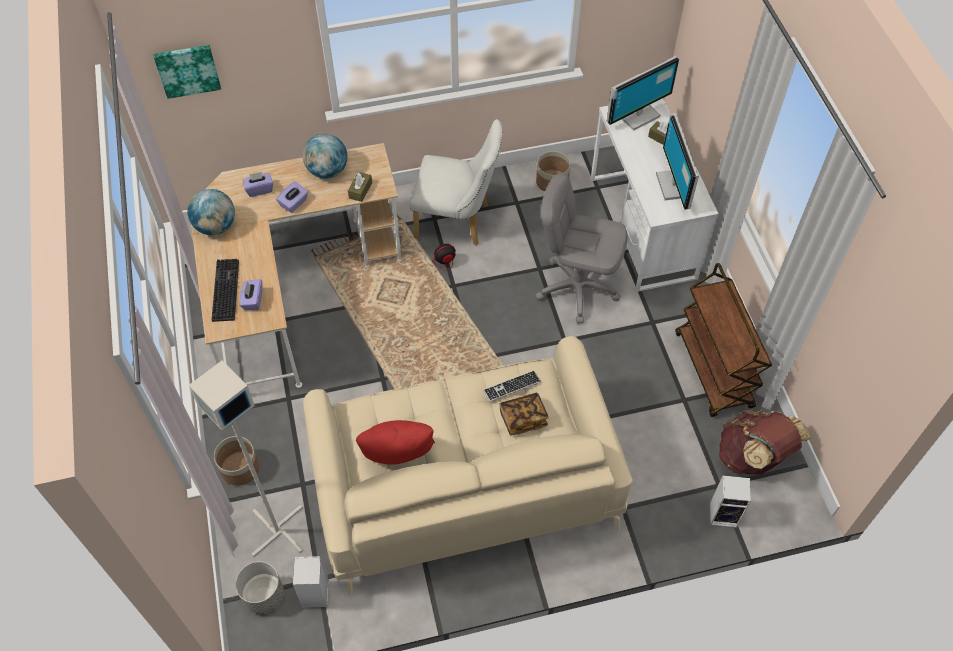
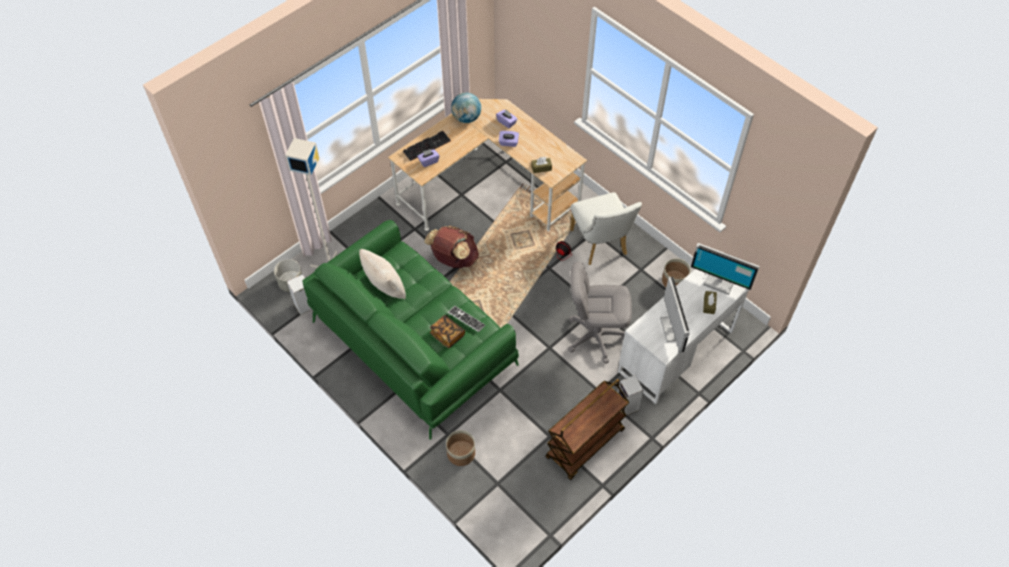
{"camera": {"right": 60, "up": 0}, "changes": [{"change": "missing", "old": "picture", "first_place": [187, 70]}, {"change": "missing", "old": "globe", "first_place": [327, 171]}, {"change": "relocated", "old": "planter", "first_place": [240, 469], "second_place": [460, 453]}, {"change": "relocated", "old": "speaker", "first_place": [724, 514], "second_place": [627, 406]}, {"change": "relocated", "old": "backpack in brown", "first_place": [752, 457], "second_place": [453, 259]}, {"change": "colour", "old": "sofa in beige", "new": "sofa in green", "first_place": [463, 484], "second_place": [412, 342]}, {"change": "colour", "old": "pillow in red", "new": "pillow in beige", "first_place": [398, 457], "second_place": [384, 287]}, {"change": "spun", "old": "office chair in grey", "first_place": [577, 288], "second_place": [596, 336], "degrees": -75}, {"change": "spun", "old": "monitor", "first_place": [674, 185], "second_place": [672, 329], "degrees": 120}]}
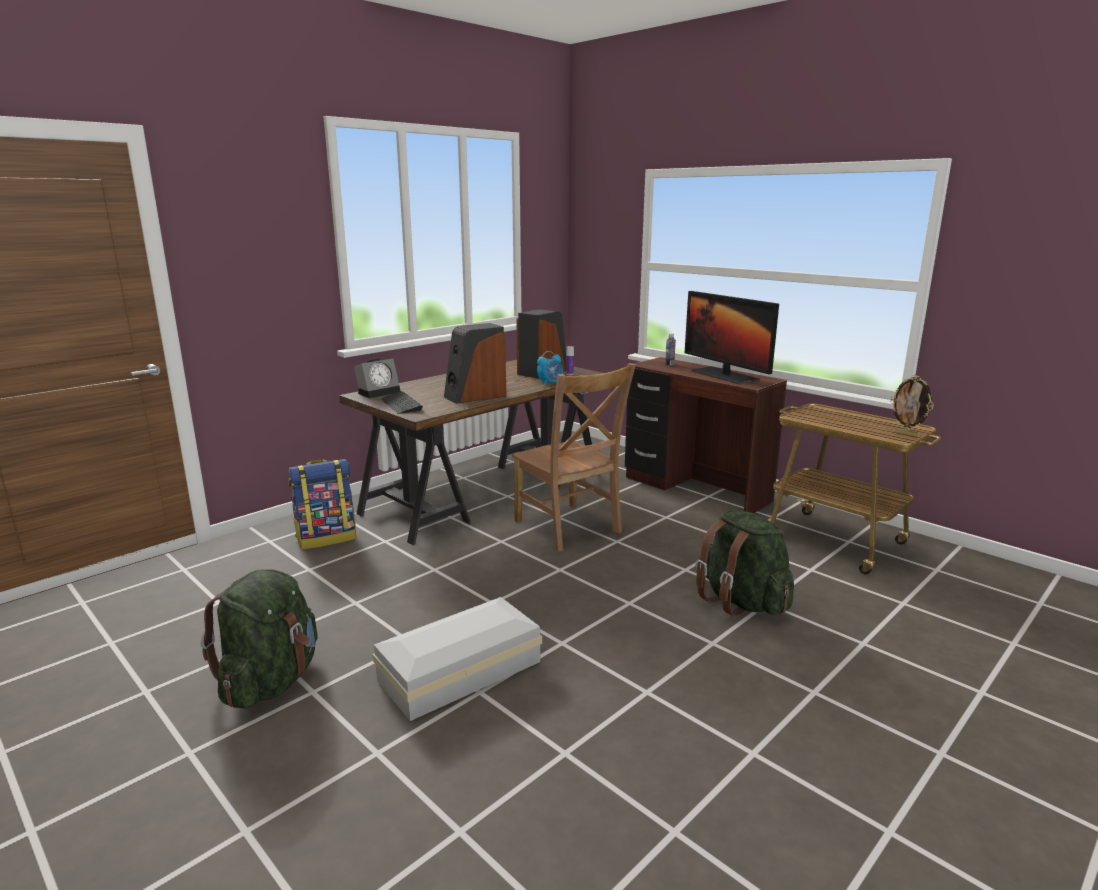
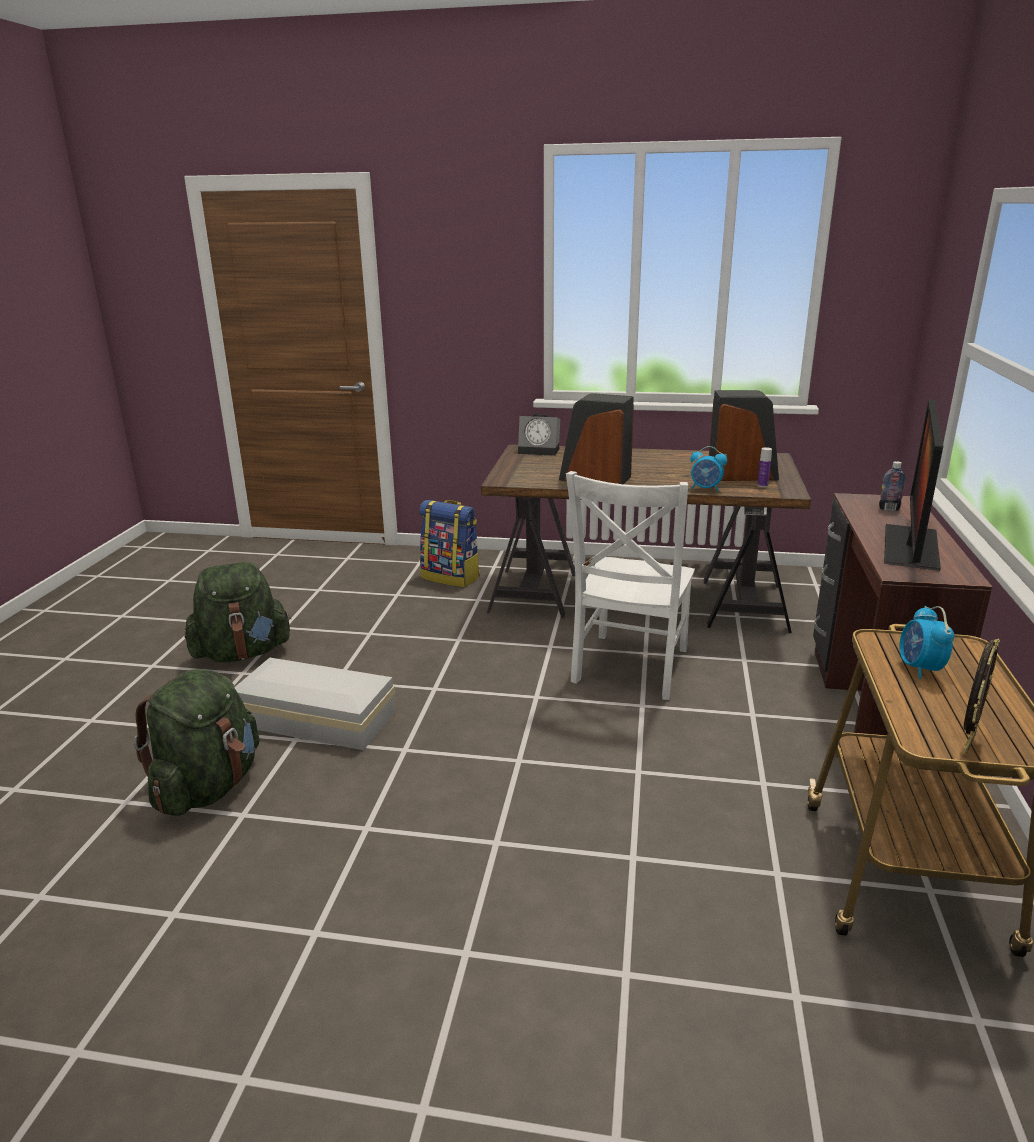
{"camera": {"right": 55, "up": 5}, "changes": [{"change": "missing", "old": "keyboard", "first_place": [401, 404]}, {"change": "appeared", "new": "alarm clock", "second_place": [919, 668]}, {"change": "relocated", "old": "backpack in green", "first_place": [741, 602], "second_place": [208, 787]}, {"change": "colour", "old": "chair in brown", "new": "chair in white", "first_place": [569, 528], "second_place": [629, 668]}, {"change": "spun", "old": "picture frame", "first_place": [906, 434], "second_place": [967, 743], "degrees": -150}]}
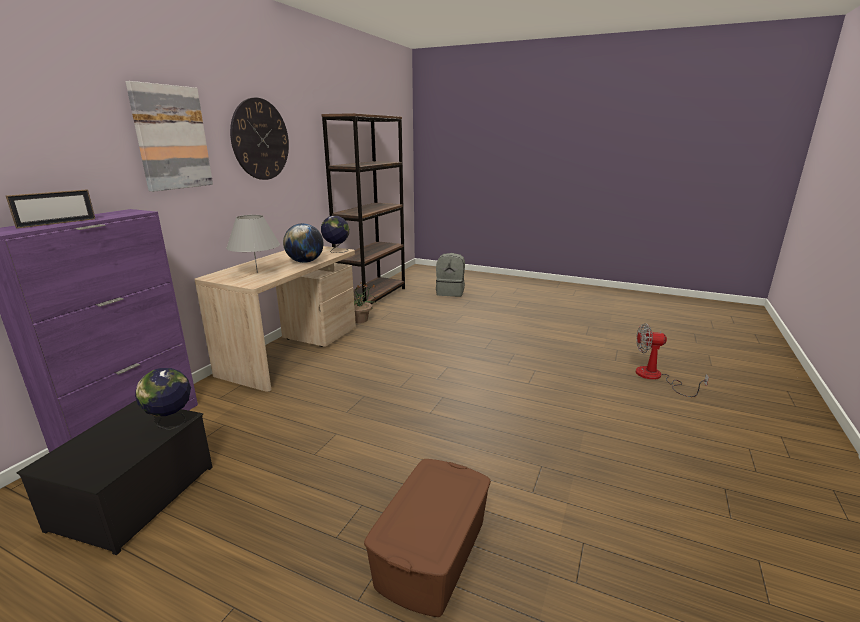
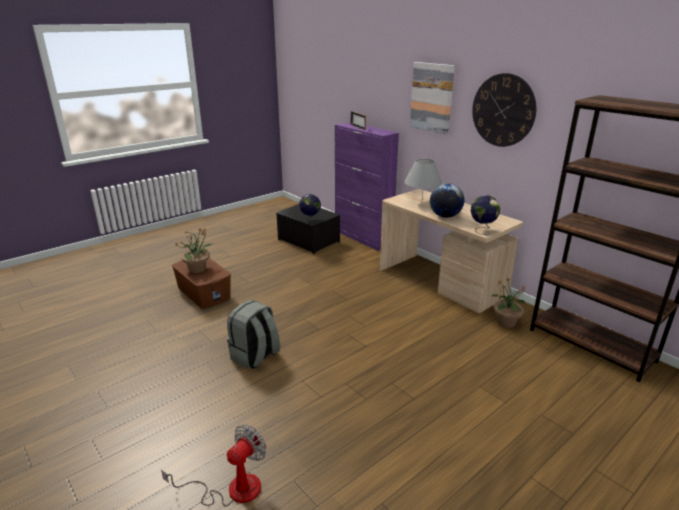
{"camera": {"right": 115, "up": 5}, "changes": [{"change": "appeared", "new": "potted plant", "second_place": [198, 269]}, {"change": "relocated", "old": "backpack in grey", "first_place": [450, 292], "second_place": [255, 356]}]}
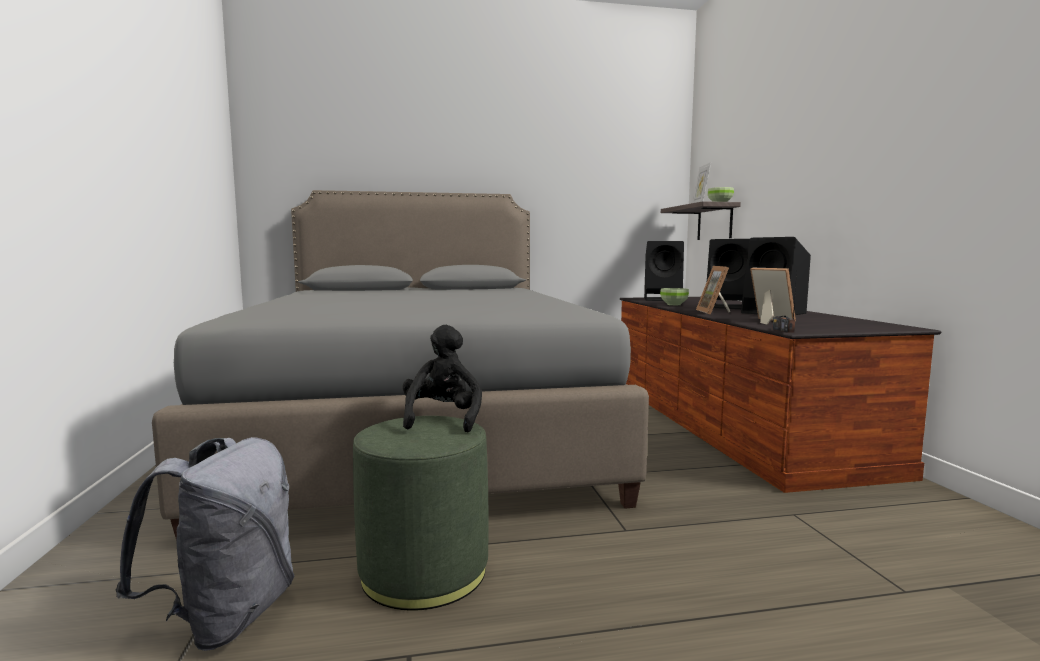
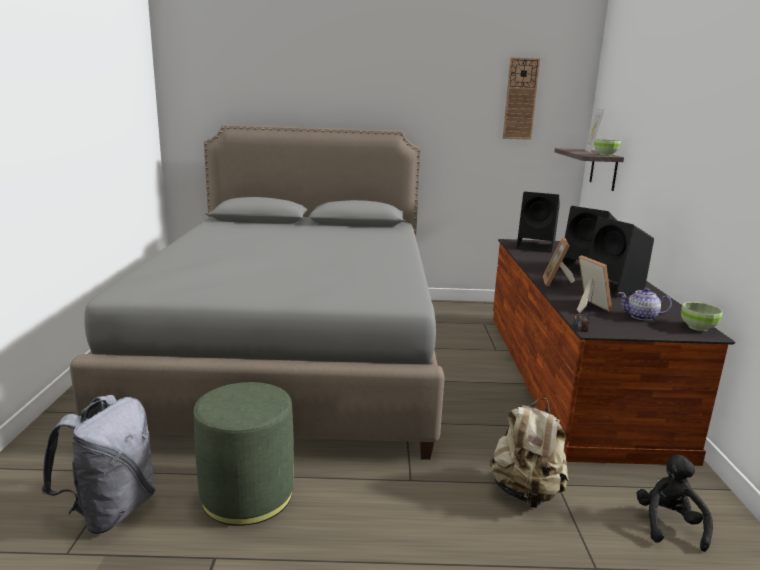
{"camera": {"right": 10, "up": 10}, "changes": [{"change": "appeared", "new": "backpack in beige", "second_place": [526, 492]}, {"change": "appeared", "new": "wall clock", "second_place": [520, 99]}, {"change": "appeared", "new": "teapot", "second_place": [642, 317]}, {"change": "relocated", "old": "plush toy in black", "first_place": [442, 419], "second_place": [669, 524]}, {"change": "relocated", "old": "bowl in green", "first_place": [674, 304], "second_place": [698, 327]}]}
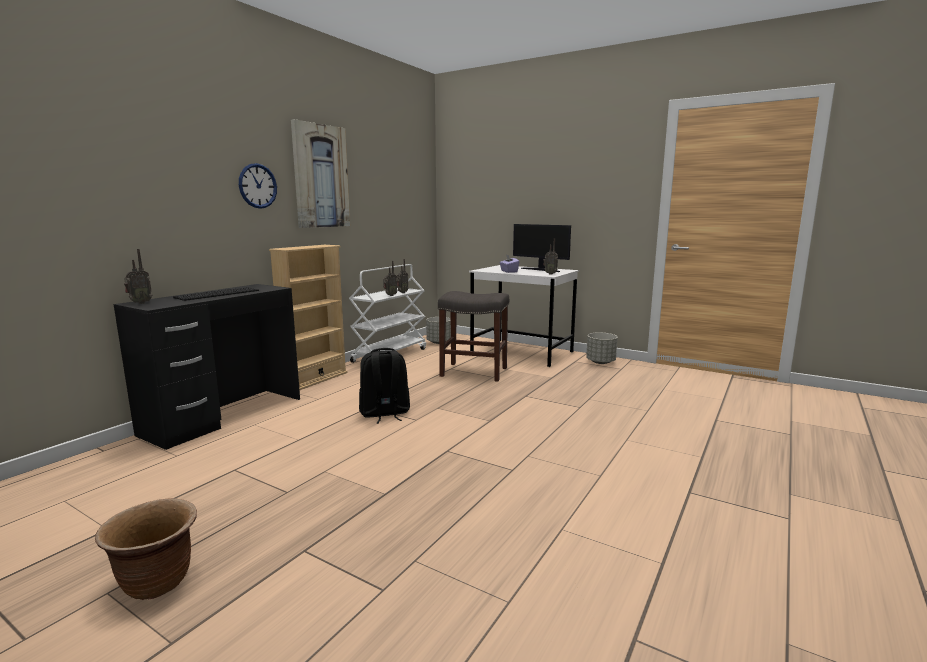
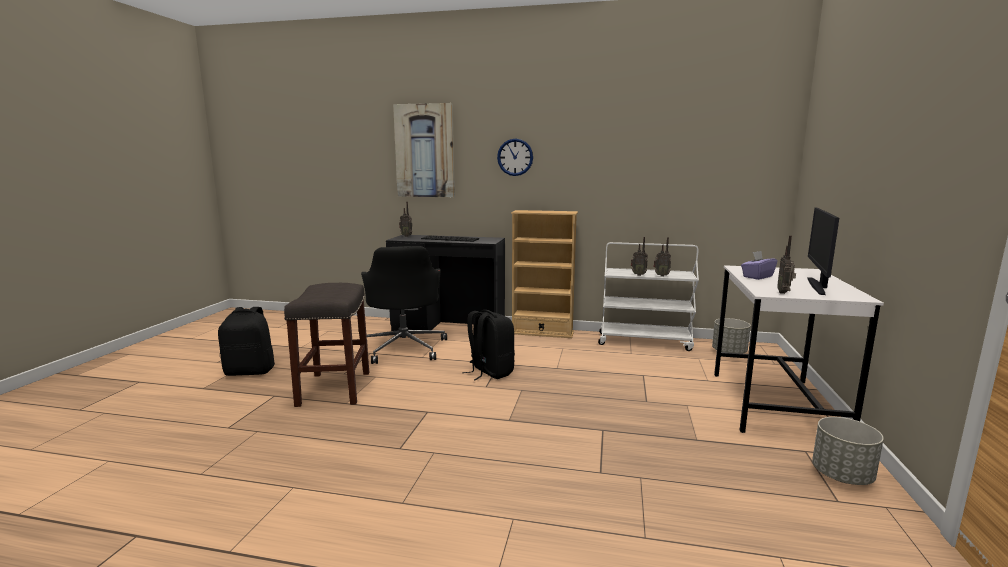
{"camera": {"right": 70, "up": 0}, "changes": [{"change": "appeared", "new": "office chair in black", "second_place": [405, 348]}, {"change": "relocated", "old": "picture", "first_place": [320, 176], "second_place": [425, 151]}, {"change": "relocated", "old": "stool in grey", "first_place": [473, 372], "second_place": [334, 388]}, {"change": "exchanged", "old": "planter in brown", "new": "backpack in black", "first_place": [158, 583], "second_place": [250, 371]}]}
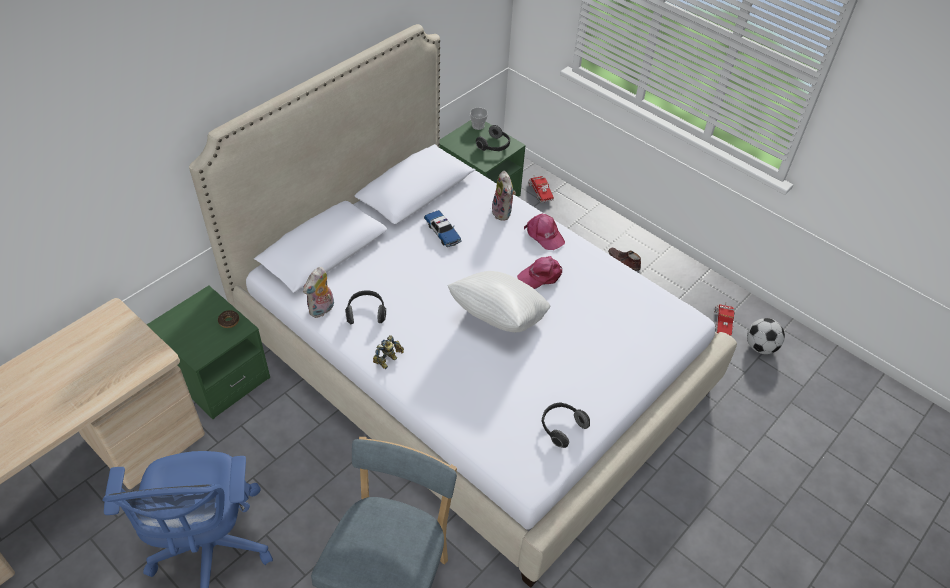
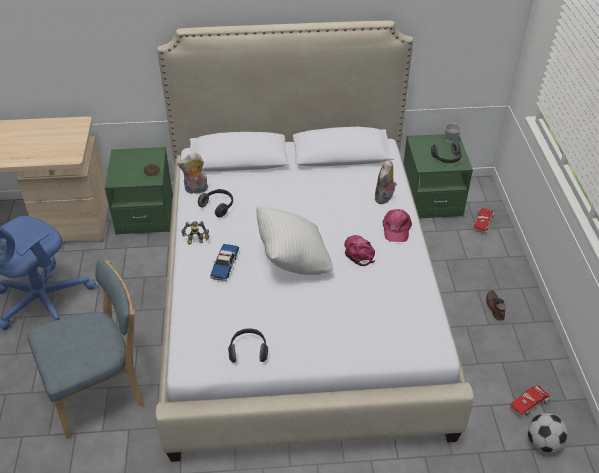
{"camera": {"right": 45, "up": -5}, "changes": [{"change": "relocated", "old": "toy car", "first_place": [442, 232], "second_place": [225, 265]}, {"change": "spun", "old": "cap in pink", "first_place": [541, 275], "second_place": [359, 252], "degrees": 60}]}
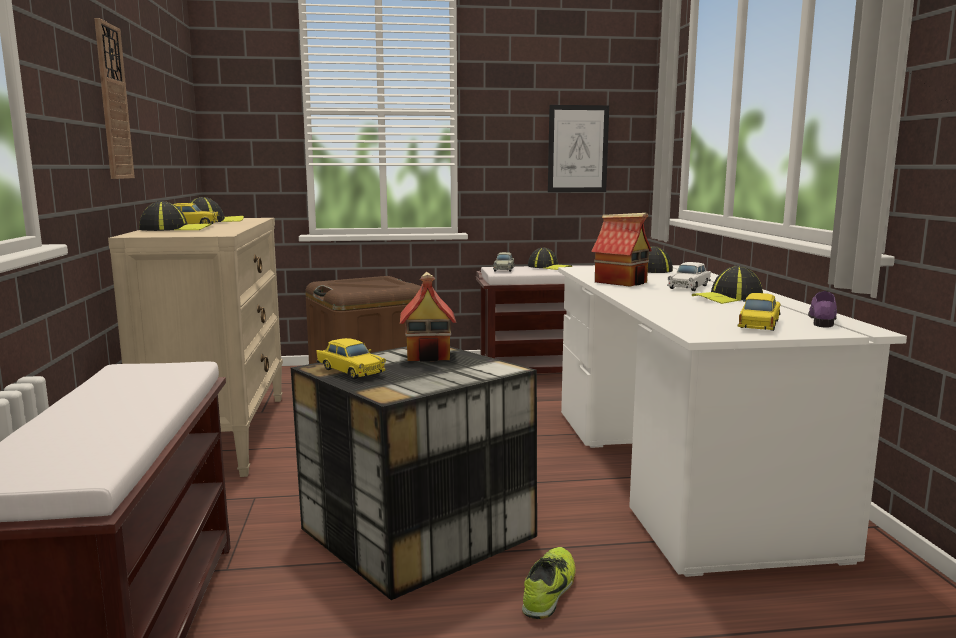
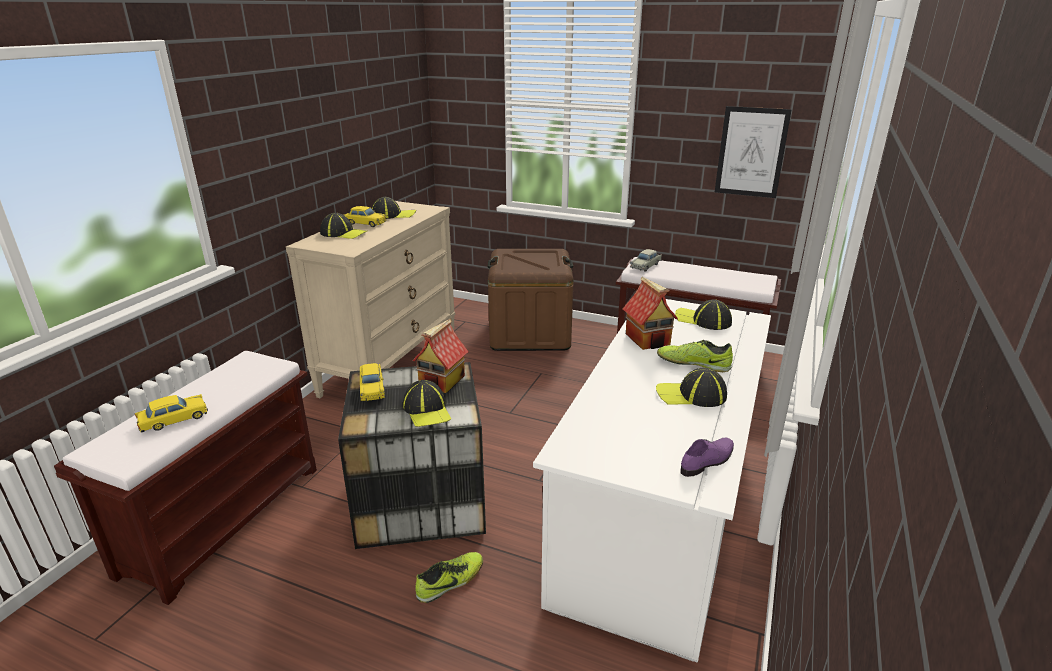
{"camera": {"right": 30, "up": 15}, "changes": [{"change": "missing", "old": "wall clock", "first_place": [113, 102]}, {"change": "relocated", "old": "cap", "first_place": [549, 267], "second_place": [427, 410]}, {"change": "relocated", "old": "toy car in yellow", "first_place": [758, 325], "second_place": [174, 419]}, {"change": "exchanged", "old": "toy car in white", "new": "shoe", "first_place": [689, 287], "second_place": [693, 364]}]}
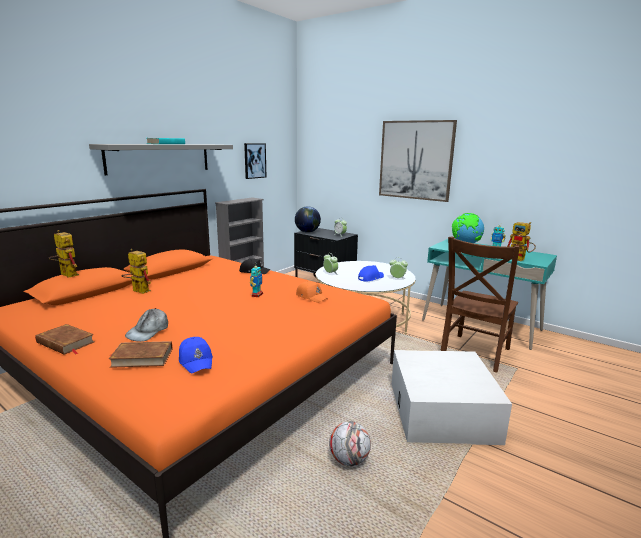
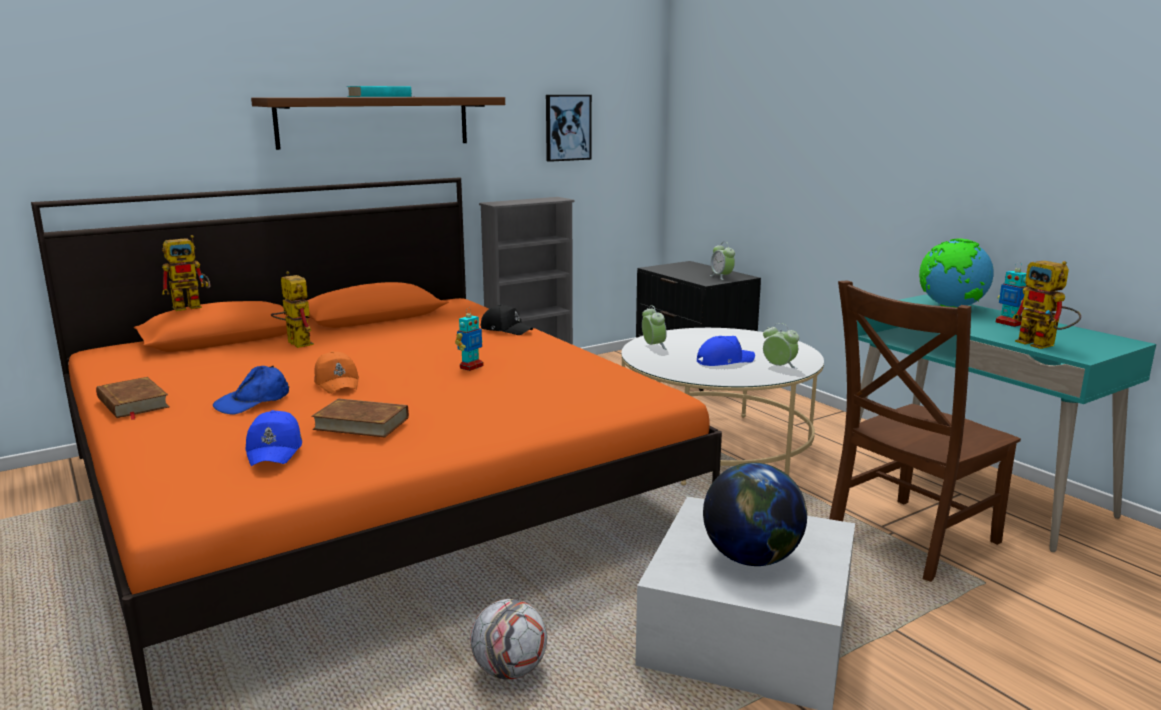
{"camera": {"right": 20, "up": 0}, "changes": [{"change": "missing", "old": "picture", "first_place": [415, 160]}, {"change": "relocated", "old": "book in brown", "first_place": [142, 357], "second_place": [361, 423]}, {"change": "relocated", "old": "globe", "first_place": [307, 232], "second_place": [752, 558]}, {"change": "relocated", "old": "cap in orange", "first_place": [311, 297], "second_place": [337, 383]}, {"change": "colour", "old": "shelf in grey", "new": "shelf in brown", "first_place": [159, 158], "second_place": [375, 121]}, {"change": "colour", "old": "cap in grey", "new": "cap in blue", "first_place": [148, 331], "second_place": [253, 401]}, {"change": "spun", "old": "toy robot", "first_place": [66, 274], "second_place": [193, 306], "degrees": 90}]}
